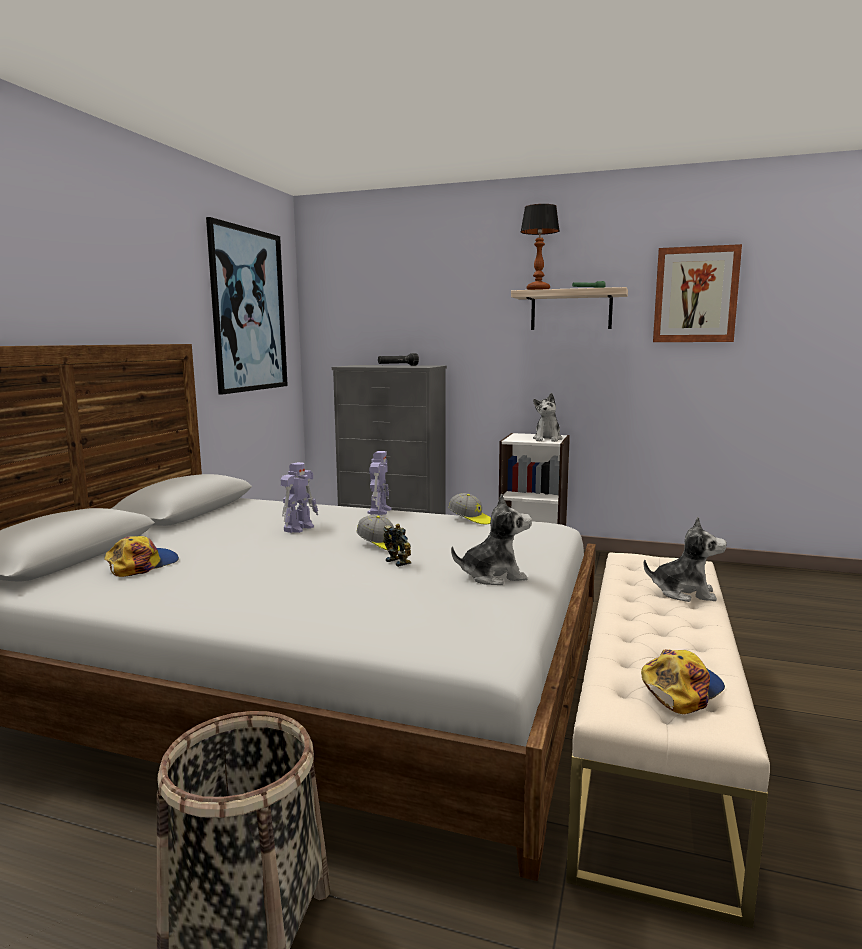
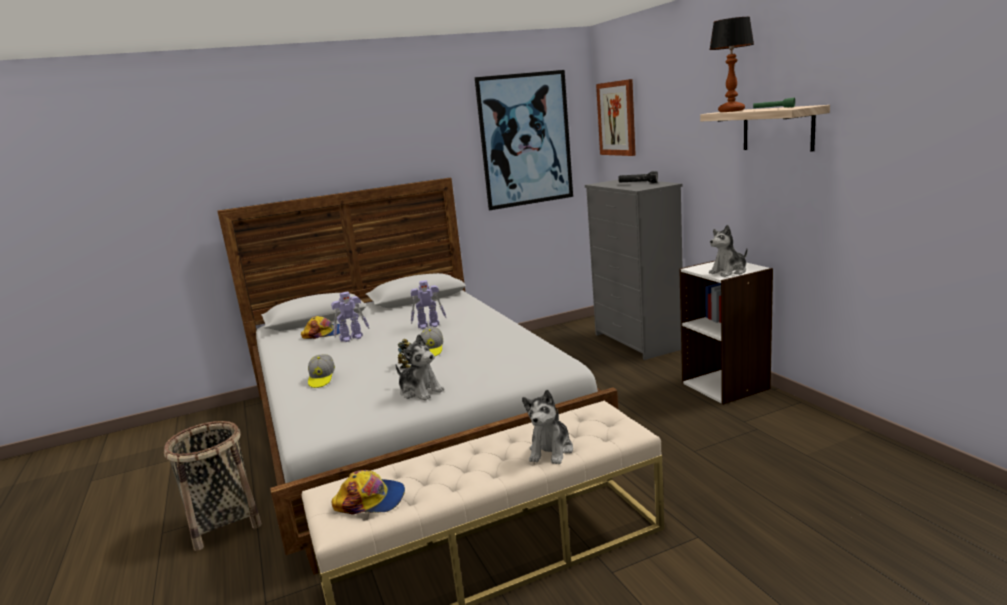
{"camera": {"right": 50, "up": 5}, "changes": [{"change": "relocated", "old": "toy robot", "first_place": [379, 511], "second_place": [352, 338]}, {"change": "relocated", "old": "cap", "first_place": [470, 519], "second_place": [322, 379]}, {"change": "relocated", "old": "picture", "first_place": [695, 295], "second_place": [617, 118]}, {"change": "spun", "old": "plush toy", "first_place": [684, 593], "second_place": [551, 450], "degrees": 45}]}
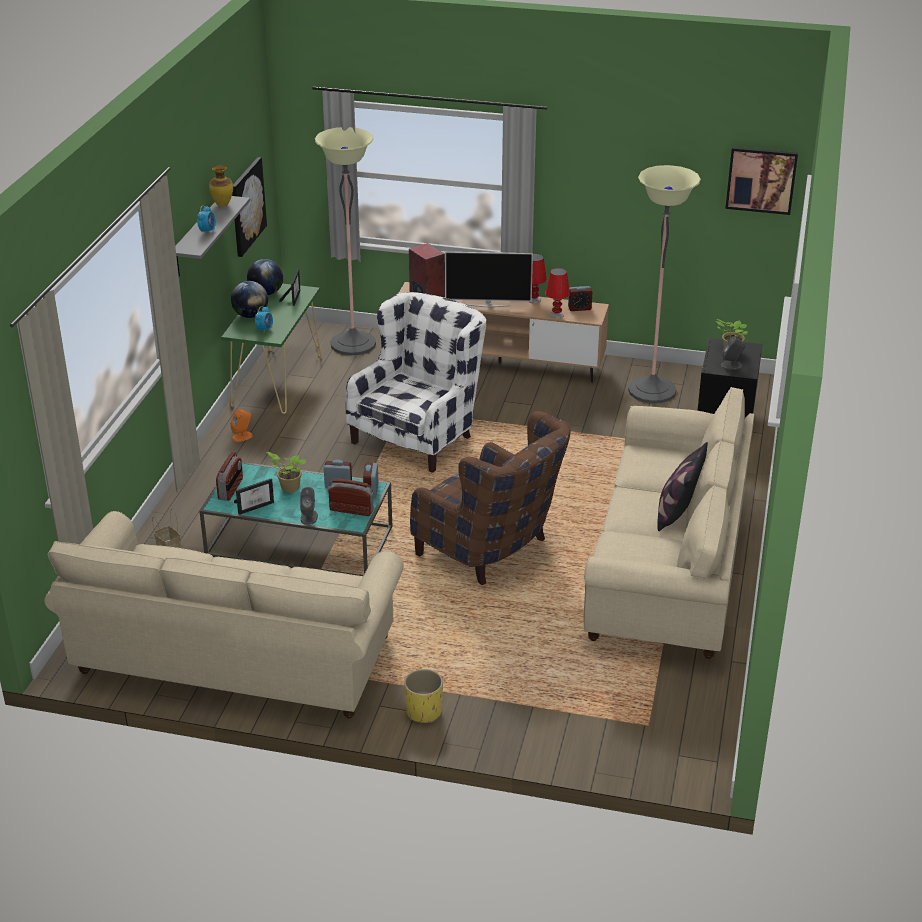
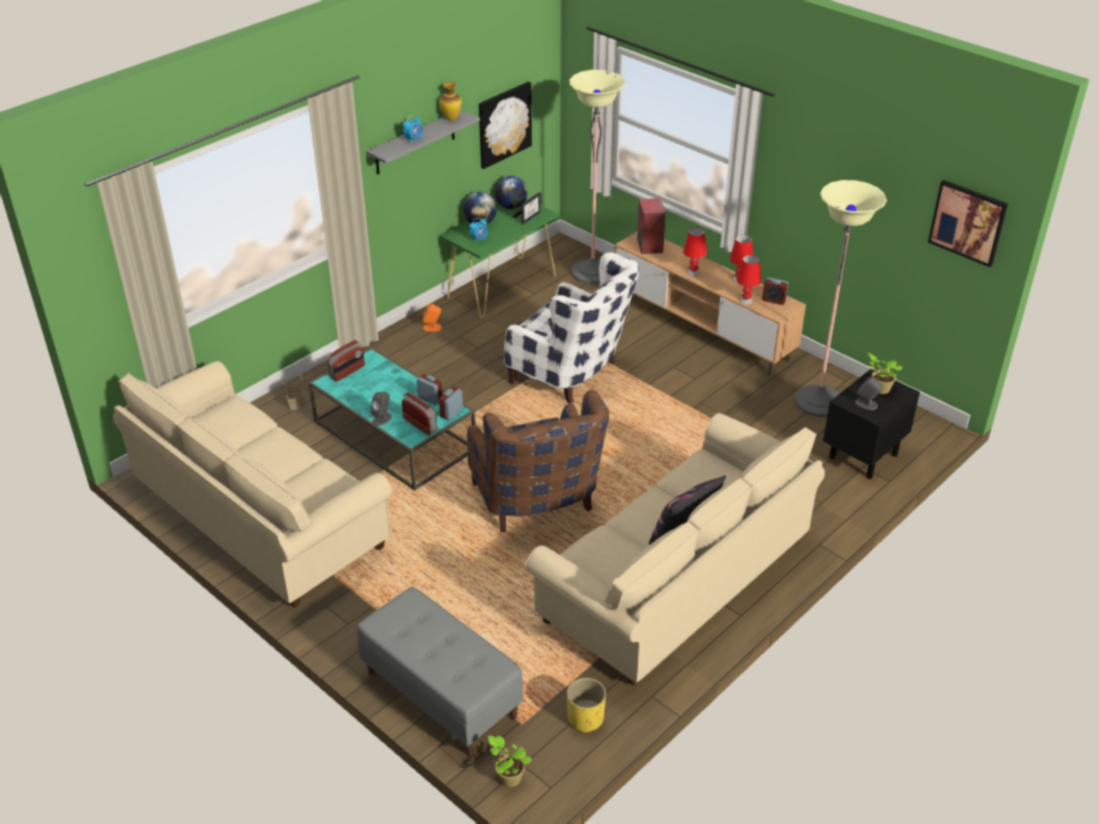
{"camera": {"right": 30, "up": 5}, "changes": [{"change": "missing", "old": "picture frame", "first_place": [255, 506]}, {"change": "appeared", "new": "bench in grey", "second_place": [440, 694]}, {"change": "relocated", "old": "potted plant", "first_place": [288, 487], "second_place": [508, 777]}, {"change": "relocated", "old": "planter in yellow", "first_place": [424, 712], "second_place": [585, 718]}, {"change": "exchanged", "old": "television", "new": "table lamp in red", "first_place": [488, 305], "second_place": [693, 272]}, {"change": "spun", "old": "armchair in white", "first_place": [420, 435], "second_place": [573, 375], "degrees": 60}]}
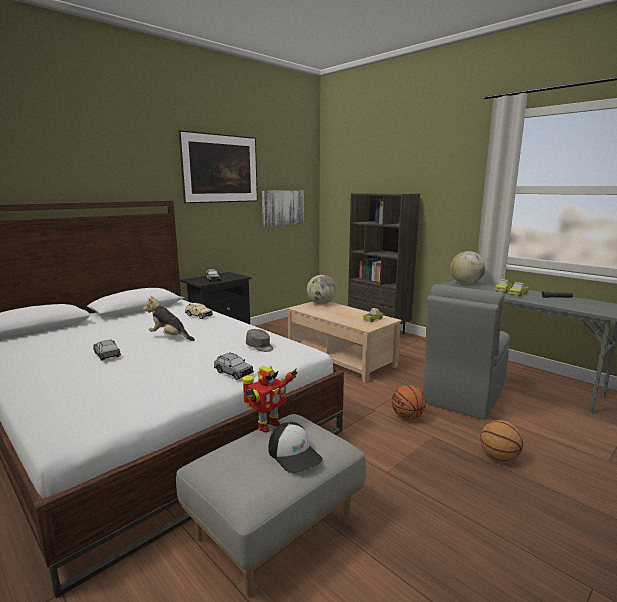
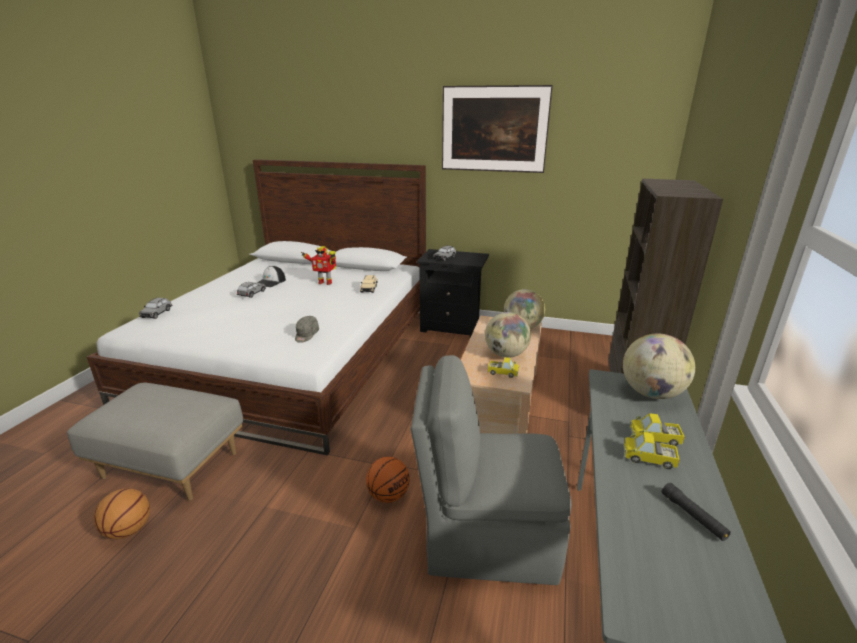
{"camera": {"right": 60, "up": 10}, "changes": [{"change": "missing", "old": "plush toy", "first_place": [169, 337]}, {"change": "missing", "old": "picture", "first_place": [282, 208]}, {"change": "appeared", "new": "globe", "second_place": [506, 354]}, {"change": "relocated", "old": "toy car in grey", "first_place": [233, 373], "second_place": [157, 313]}, {"change": "relocated", "old": "toy robot", "first_place": [267, 425], "second_place": [325, 282]}, {"change": "relocated", "old": "cap", "first_place": [295, 454], "second_place": [270, 282]}, {"change": "relocated", "old": "basketball", "first_place": [499, 457], "second_place": [129, 530]}]}
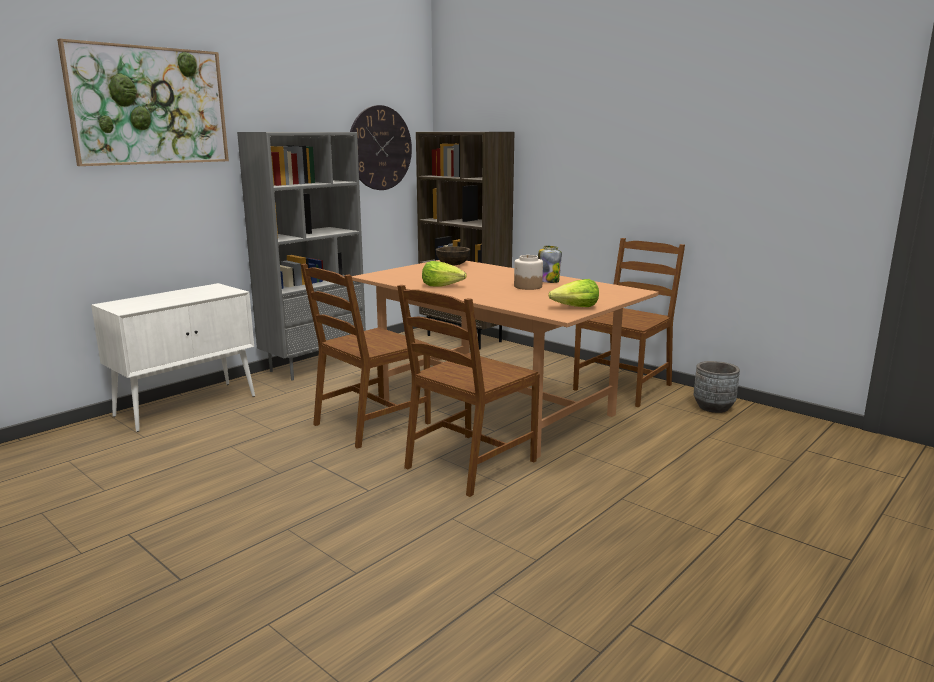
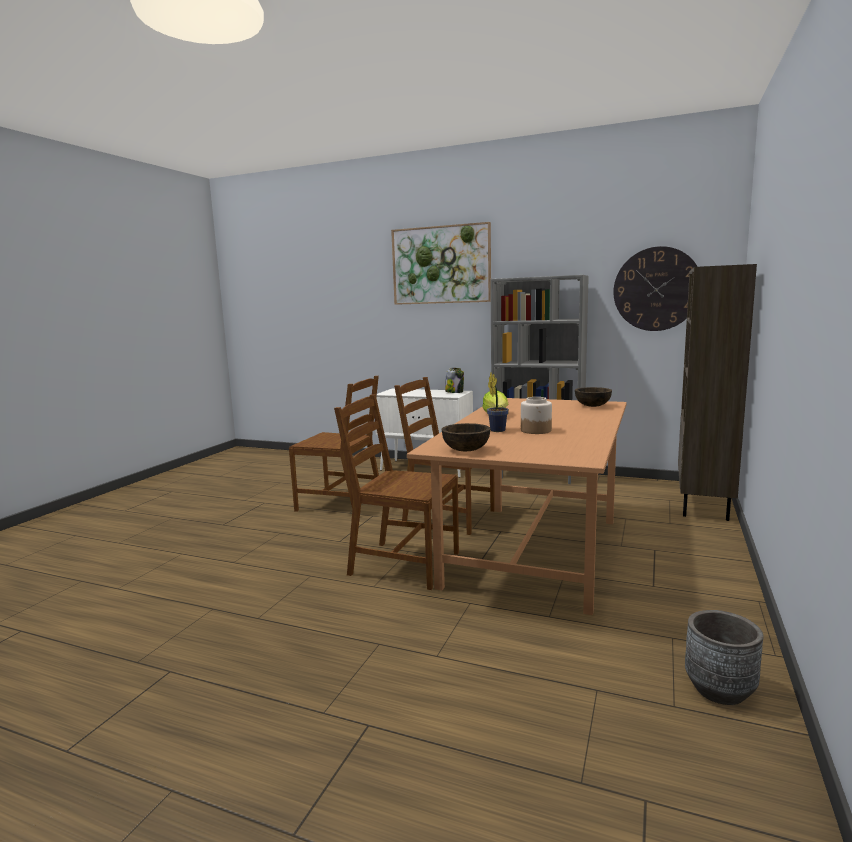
{"camera": {"right": 70, "up": -5}, "changes": [{"change": "appeared", "new": "potted plant", "second_place": [497, 430]}, {"change": "relocated", "old": "jar", "first_place": [547, 281], "second_place": [454, 392]}, {"change": "relocated", "old": "chair in brown", "first_place": [623, 387], "second_place": [341, 503]}, {"change": "exchanged", "old": "lettuce", "new": "bowl in brown", "first_place": [576, 308], "second_place": [466, 450]}]}
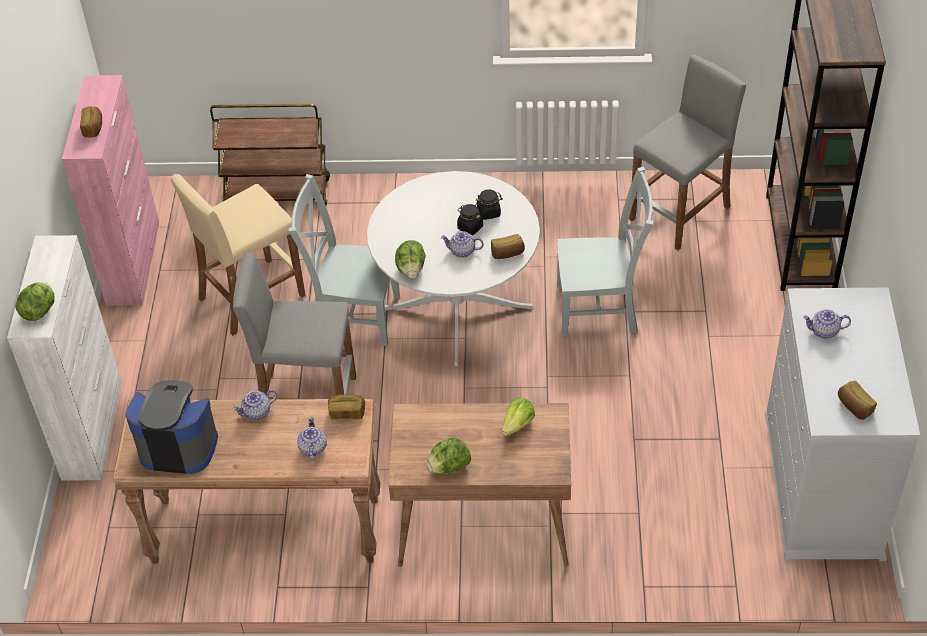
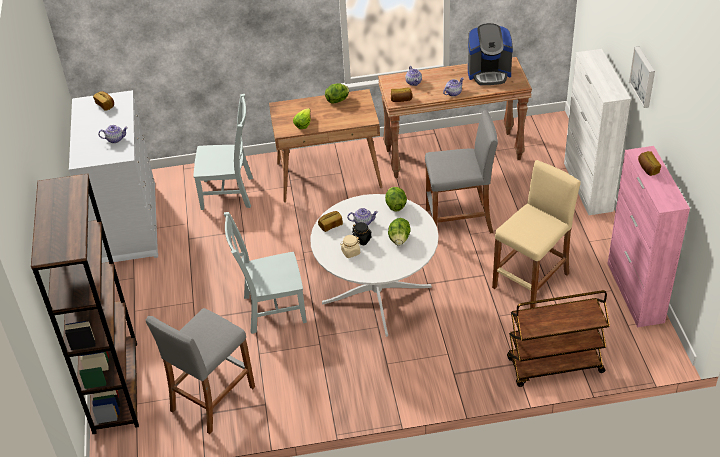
{"camera": {"right": 170, "up": -5}, "changes": [{"change": "appeared", "new": "picture", "second_place": [644, 76]}, {"change": "relocated", "old": "lettuce", "first_place": [40, 311], "second_place": [399, 239]}, {"change": "relocated", "old": "chair in grey", "first_place": [352, 315], "second_place": [230, 193]}, {"change": "colour", "old": "jar in black", "new": "jar in beige", "first_place": [489, 212], "second_place": [350, 252]}]}
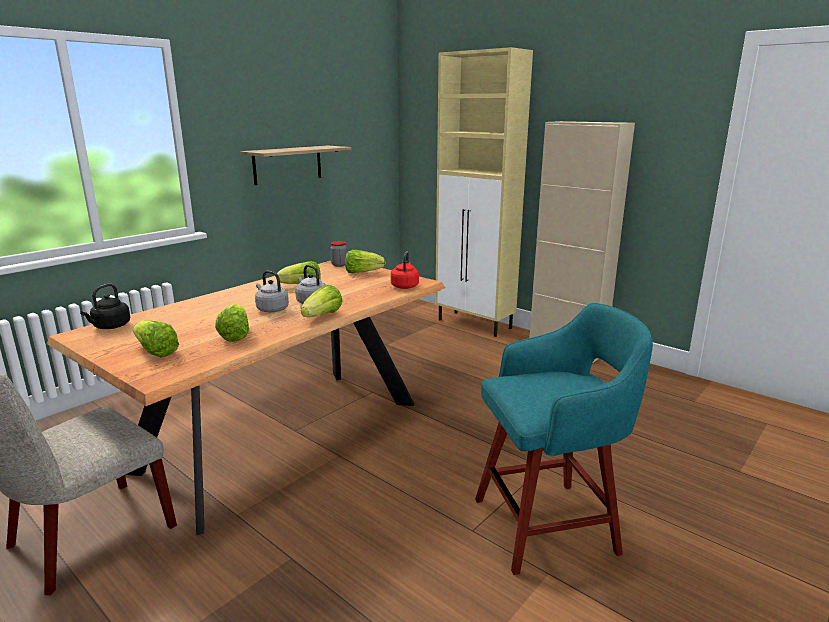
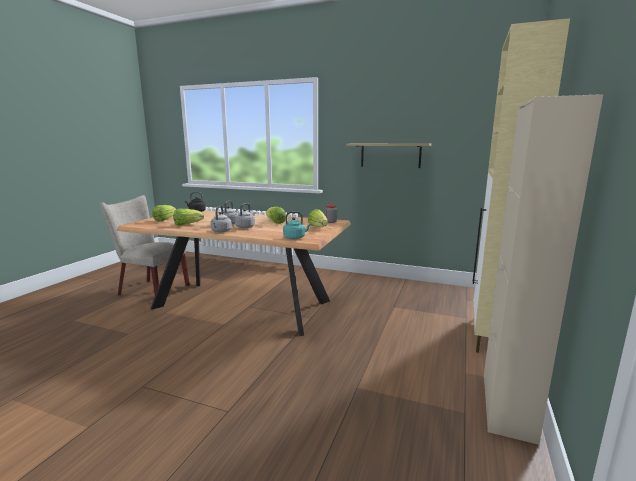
{"camera": {"right": 70, "up": -5}, "changes": [{"change": "missing", "old": "stool in turquoise", "first_place": [549, 525]}, {"change": "exchanged", "old": "lettuce", "new": "kettle in grey", "first_place": [322, 316], "second_place": [221, 231]}, {"change": "colour", "old": "kettle in red", "new": "kettle in turquoise", "first_place": [405, 286], "second_place": [295, 238]}]}
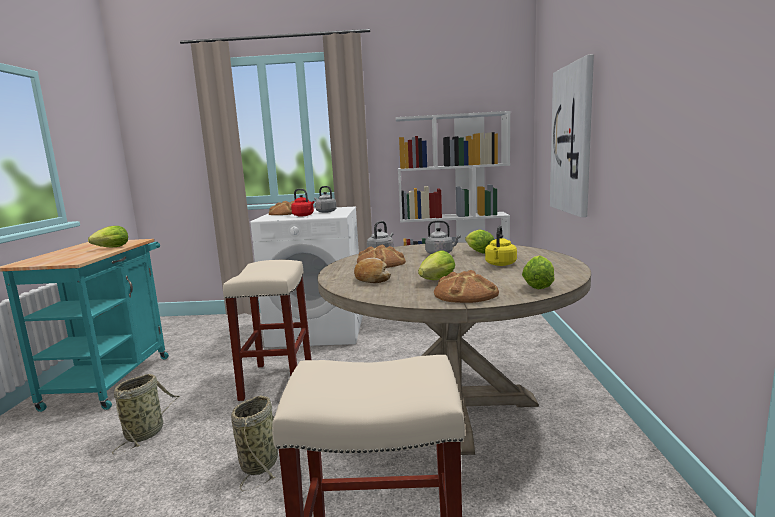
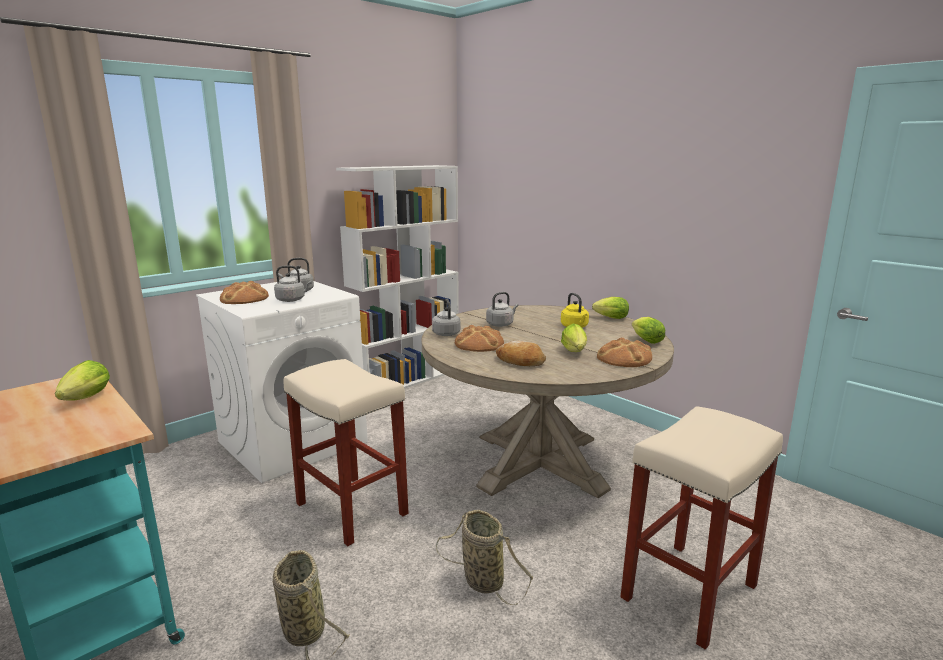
{"camera": {"right": -45, "up": 5}, "changes": [{"change": "missing", "old": "picture", "first_place": [573, 140]}, {"change": "relocated", "old": "lettuce", "first_place": [478, 252], "second_place": [609, 318]}, {"change": "colour", "old": "kettle in red", "new": "kettle in grey", "first_place": [304, 215], "second_place": [292, 300]}]}
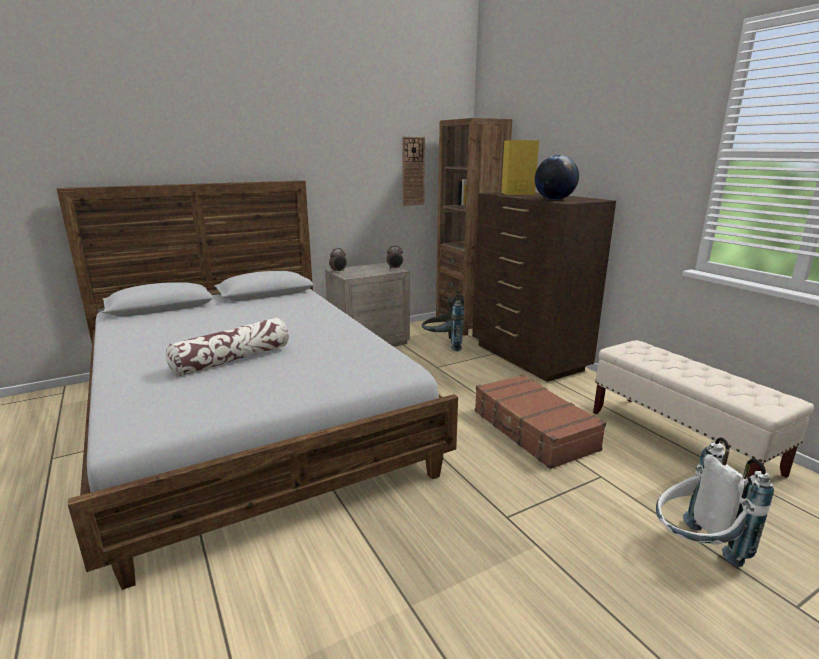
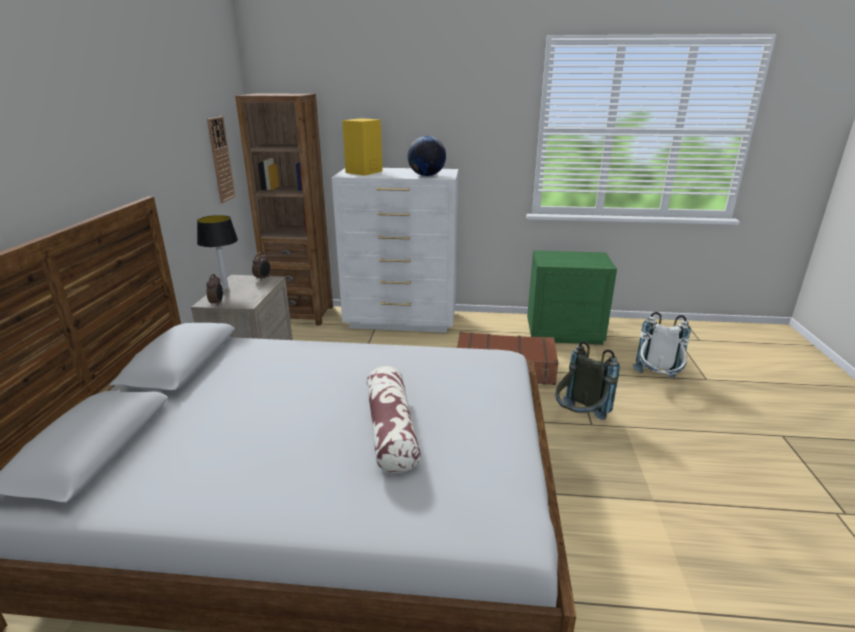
{"camera": {"right": -55, "up": 5}, "changes": [{"change": "appeared", "new": "table lamp", "second_place": [225, 288]}, {"change": "relocated", "old": "backpack in grey", "first_place": [443, 345], "second_place": [579, 419]}, {"change": "exchanged", "old": "bench in beige", "new": "nightstand in green", "first_place": [680, 442], "second_place": [564, 332]}, {"change": "colour", "old": "dresser in brown", "new": "dresser in white", "first_place": [528, 357], "second_place": [401, 321]}]}
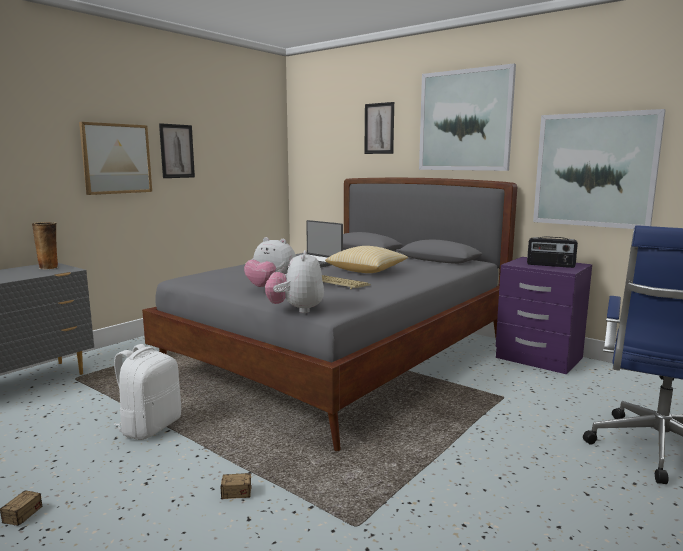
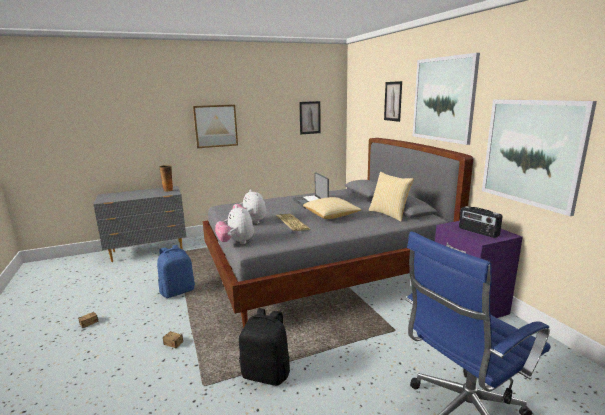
{"camera": {"right": 30, "up": 5}, "changes": [{"change": "appeared", "new": "backpack in black", "second_place": [267, 374]}, {"change": "appeared", "new": "pillow", "second_place": [389, 214]}, {"change": "relocated", "old": "picture", "first_place": [177, 151], "second_place": [310, 117]}, {"change": "colour", "old": "backpack in white", "new": "backpack in blue", "first_place": [150, 427], "second_place": [178, 291]}, {"change": "spun", "old": "plush toy", "first_place": [296, 310], "second_place": [236, 243], "degrees": -60}]}
